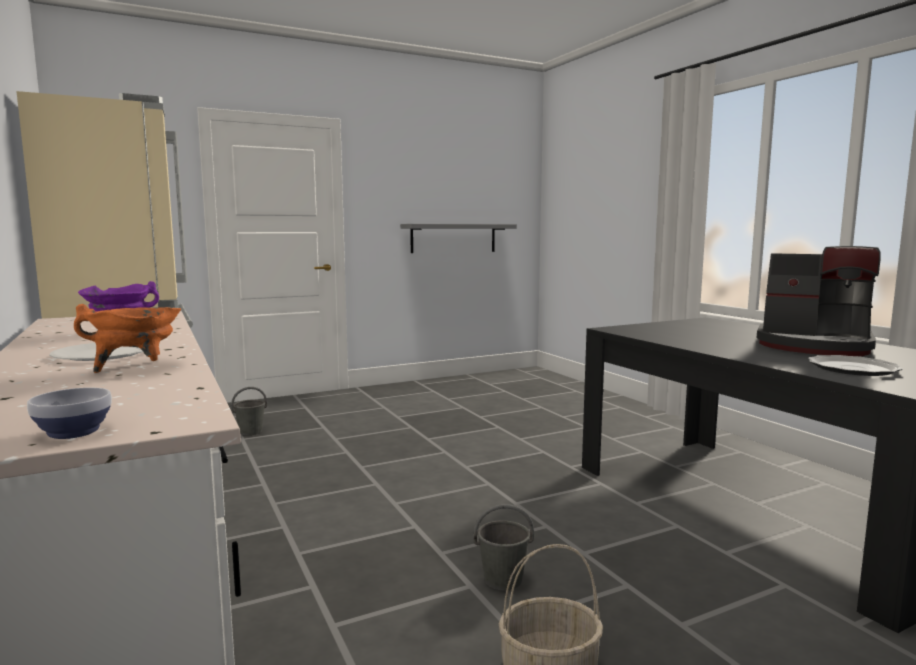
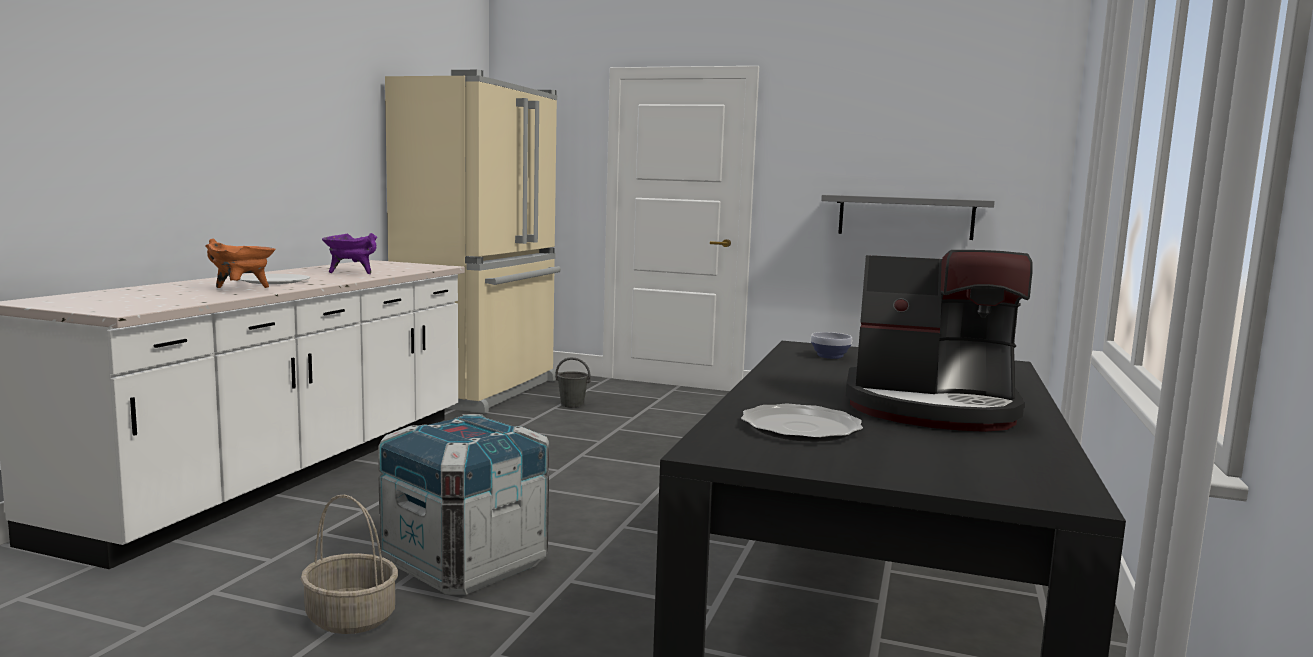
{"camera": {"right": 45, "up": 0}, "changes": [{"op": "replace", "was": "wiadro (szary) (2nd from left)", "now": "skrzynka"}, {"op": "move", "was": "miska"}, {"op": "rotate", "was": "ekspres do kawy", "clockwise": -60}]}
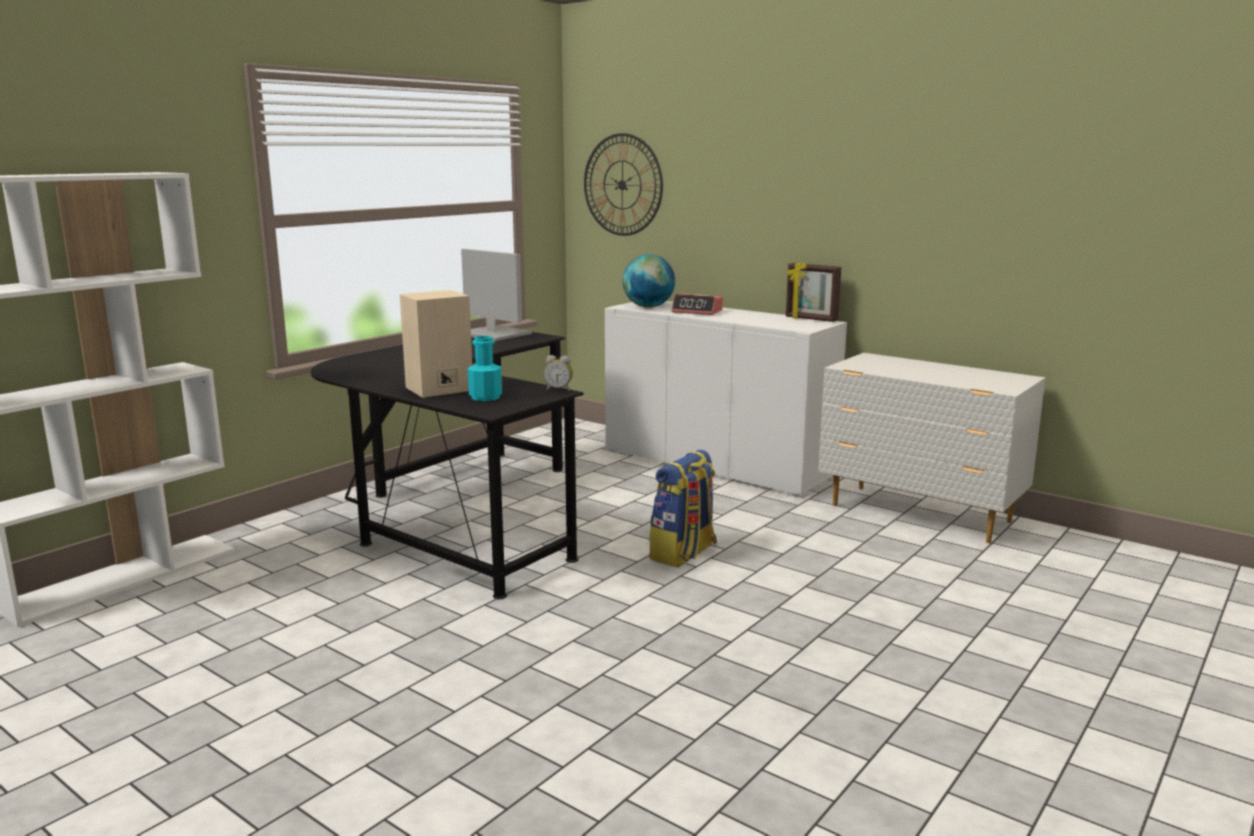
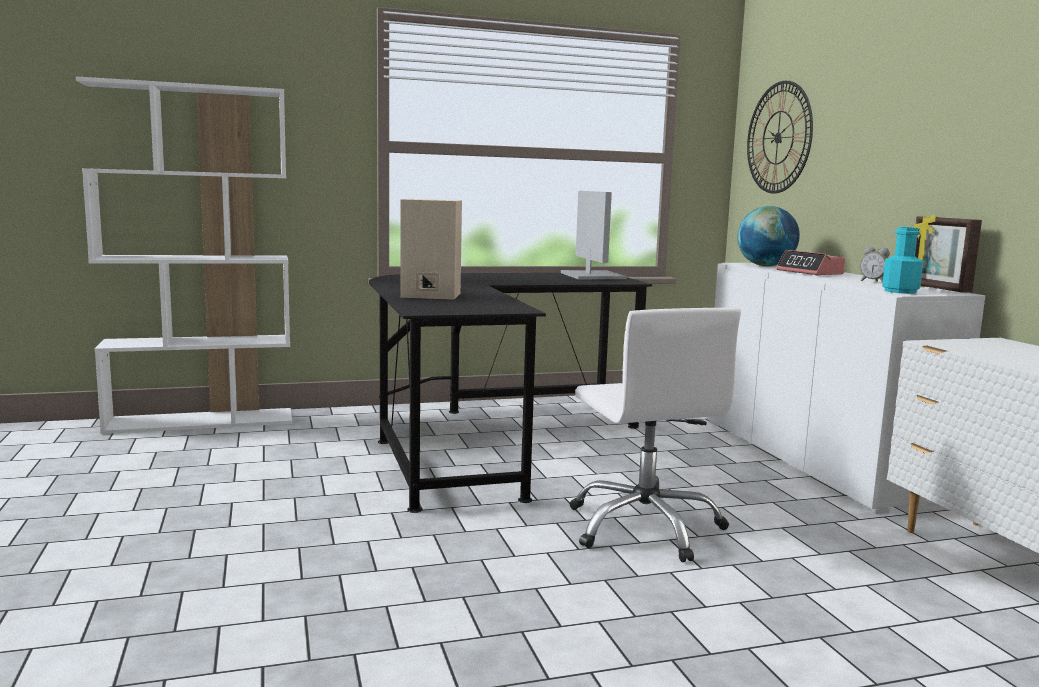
{"camera": {"right": 35, "up": -5}, "changes": [{"op": "replace", "was": "plecak", "now": "krzesło biurowe (biały)"}, {"op": "move", "was": "budzik (1st from left in the first image)", "now": "budzik (2nd from left)"}, {"op": "move", "was": "butelka (turkusowy)"}]}
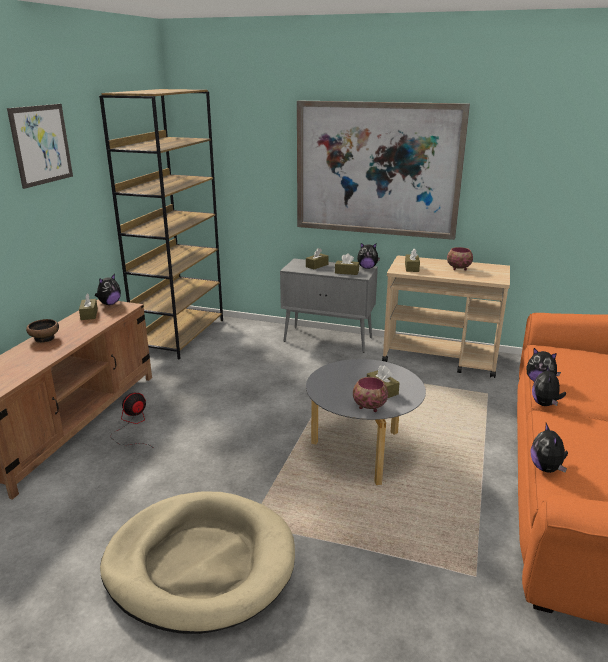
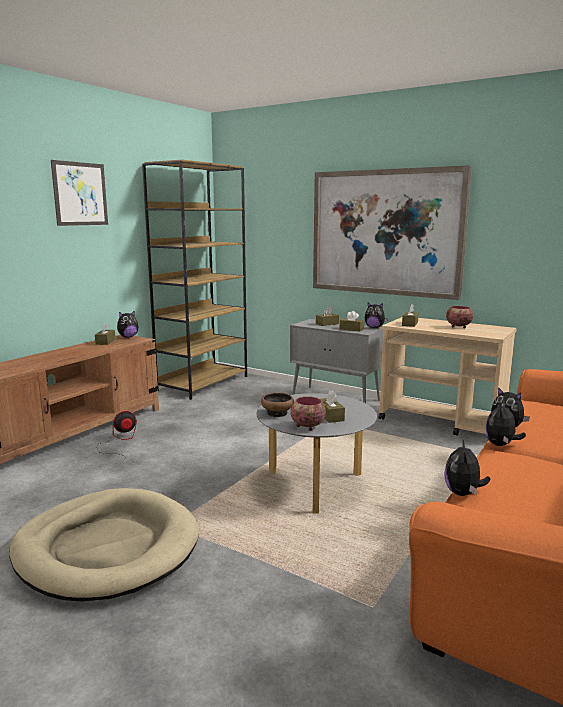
{"camera": {"right": 15, "up": -10}, "changes": [{"op": "move", "was": "miska (1st from left)"}]}
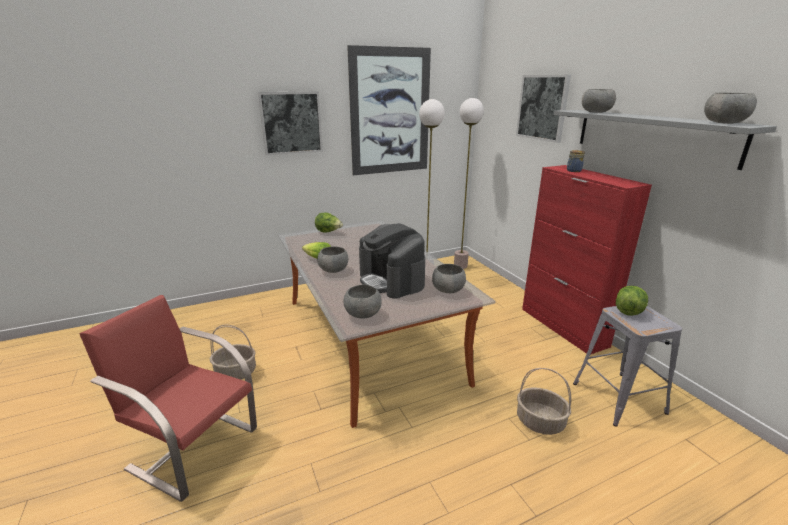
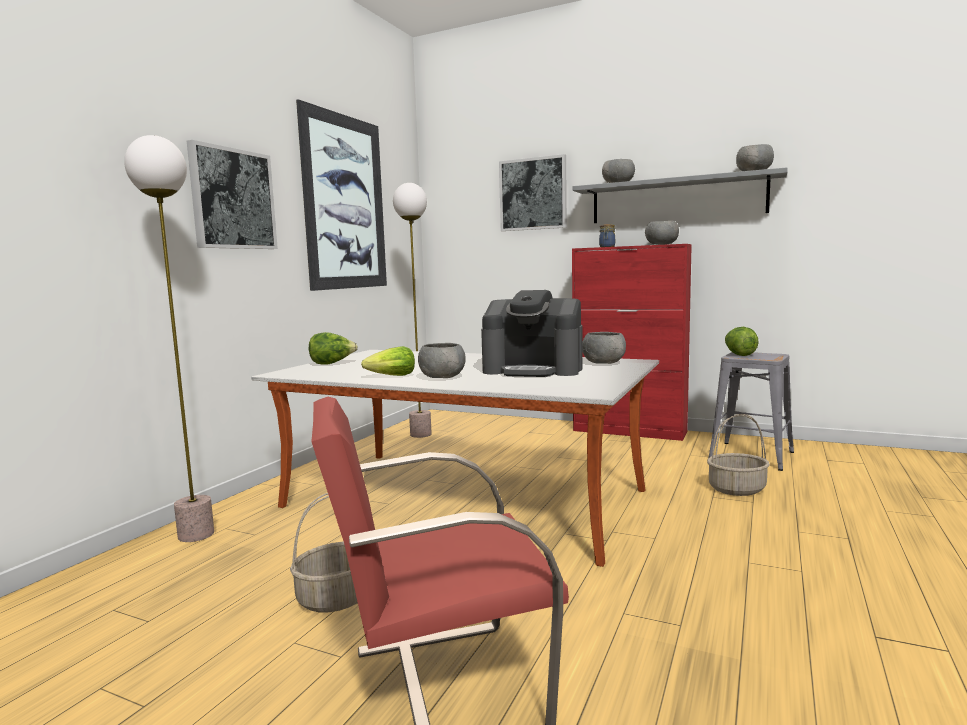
{"camera": {"right": -40, "up": -15}, "changes": [{"op": "move", "was": "lampa stojąca (2nd from left in the first image)", "now": "lampa stojąca (1st from left)"}, {"op": "move", "was": "miska (szary) (2nd from left in the first image)", "now": "miska (szary) (4th from left)"}]}
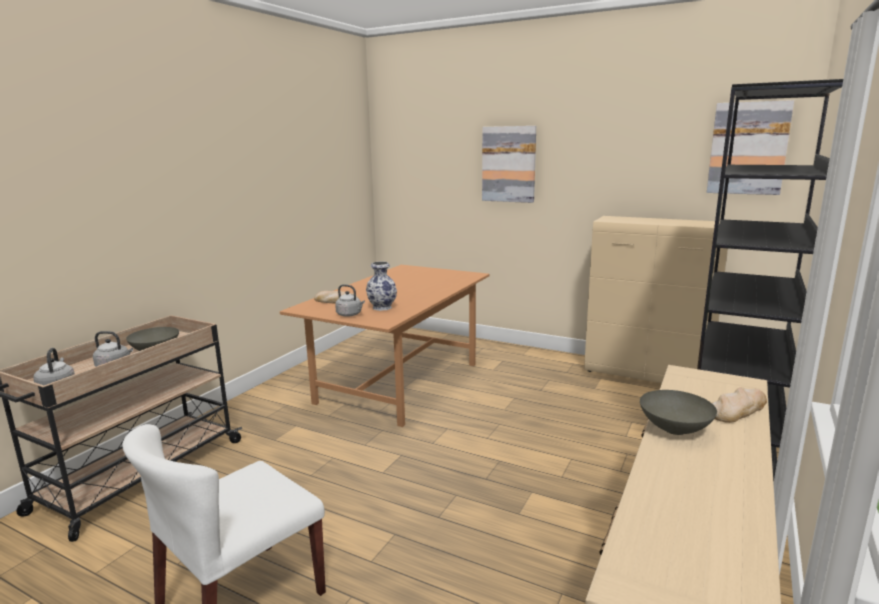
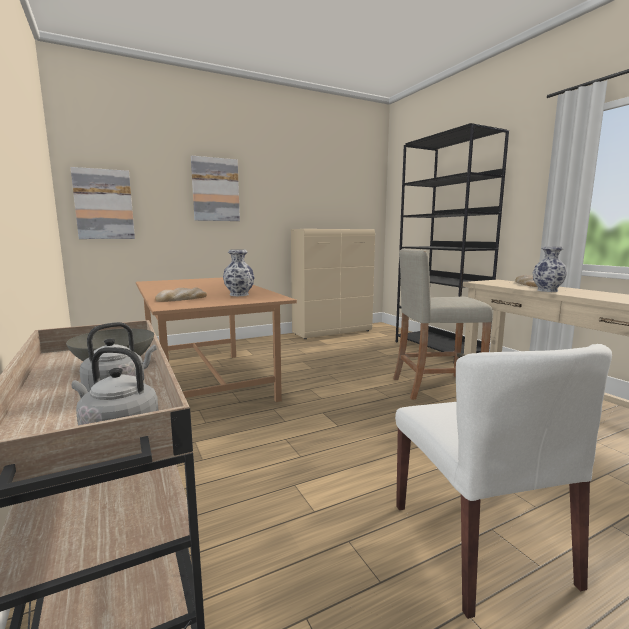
{"camera": {"right": -55, "up": -5}, "changes": [{"op": "move", "was": "obraz (2nd from left in the first image)", "now": "obraz (1st from left)"}, {"op": "insert", "now": "stołek (beżowy)"}, {"op": "replace", "was": "miska (szary) (2nd from left)", "now": "wazon (2nd from left)"}, {"op": "delete", "was": "czajnik (szary) (3rd from left)"}]}
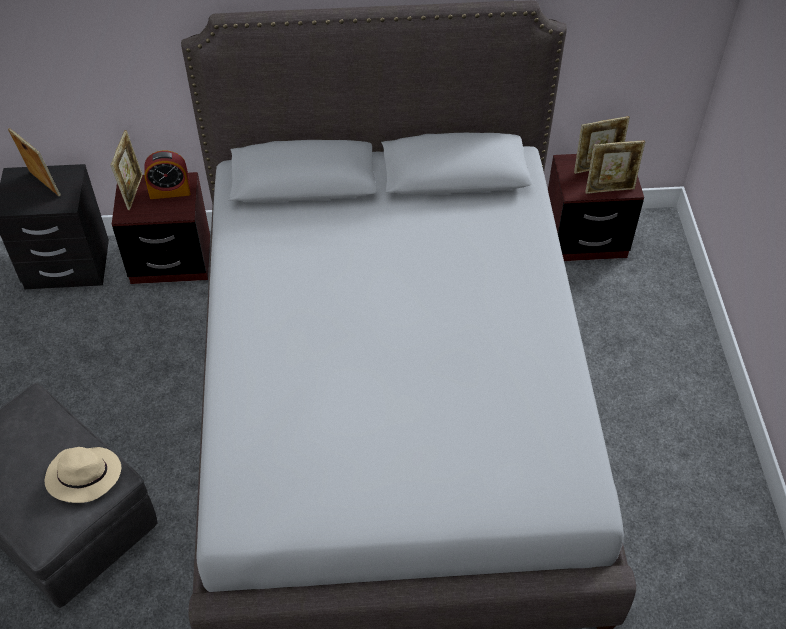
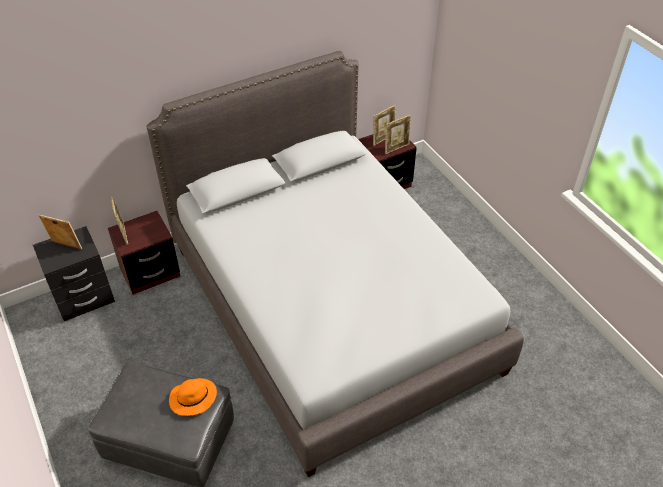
{"camera": {"right": -25, "up": -5}, "changes": [{"op": "recolor", "was": "kapelusz (beżowy)", "now": "kapelusz (pomarańczowy)"}, {"op": "delete", "was": "budzik"}]}
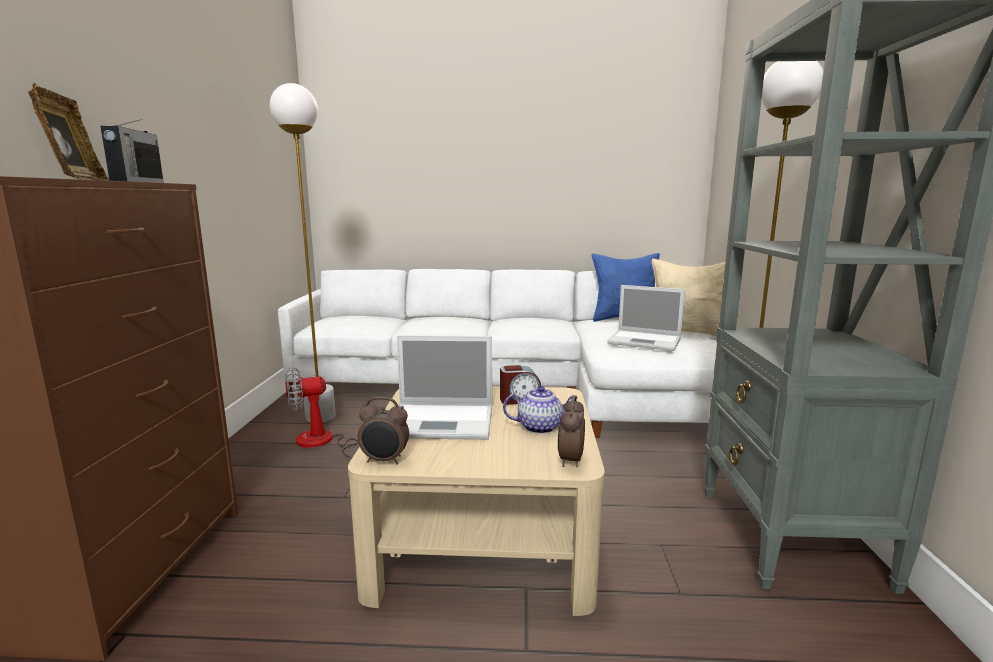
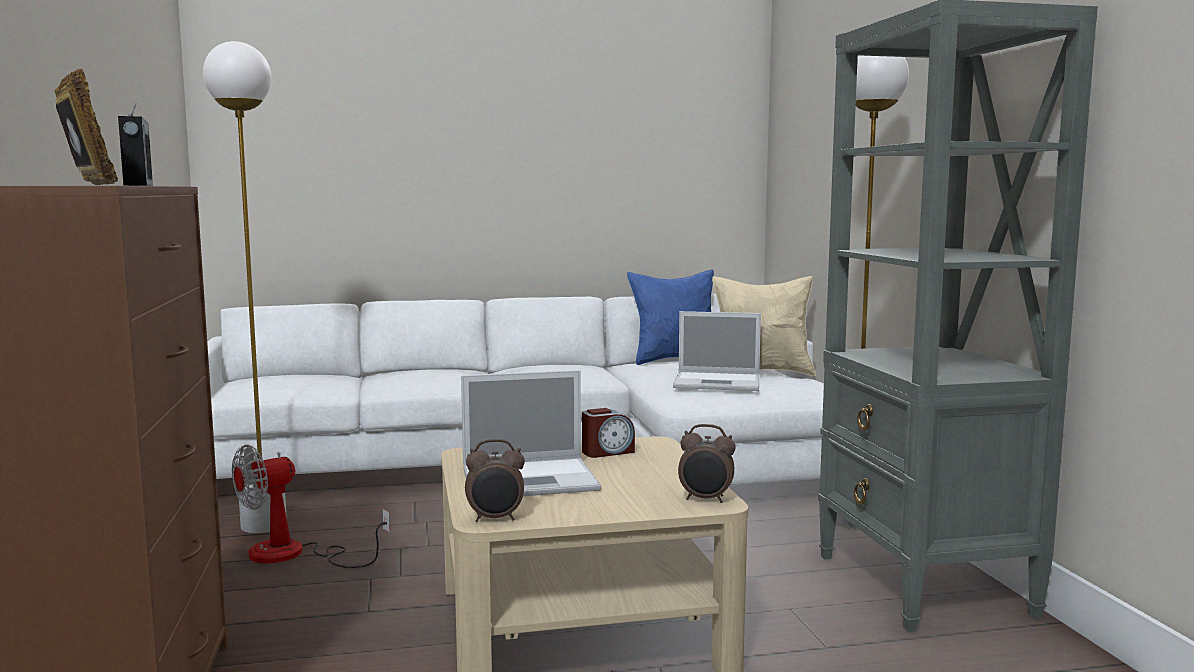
{"camera": {"right": -15, "up": -5}, "changes": [{"op": "rotate", "was": "budzik (3rd from left)", "clockwise": -75}, {"op": "delete", "was": "imbryk"}]}
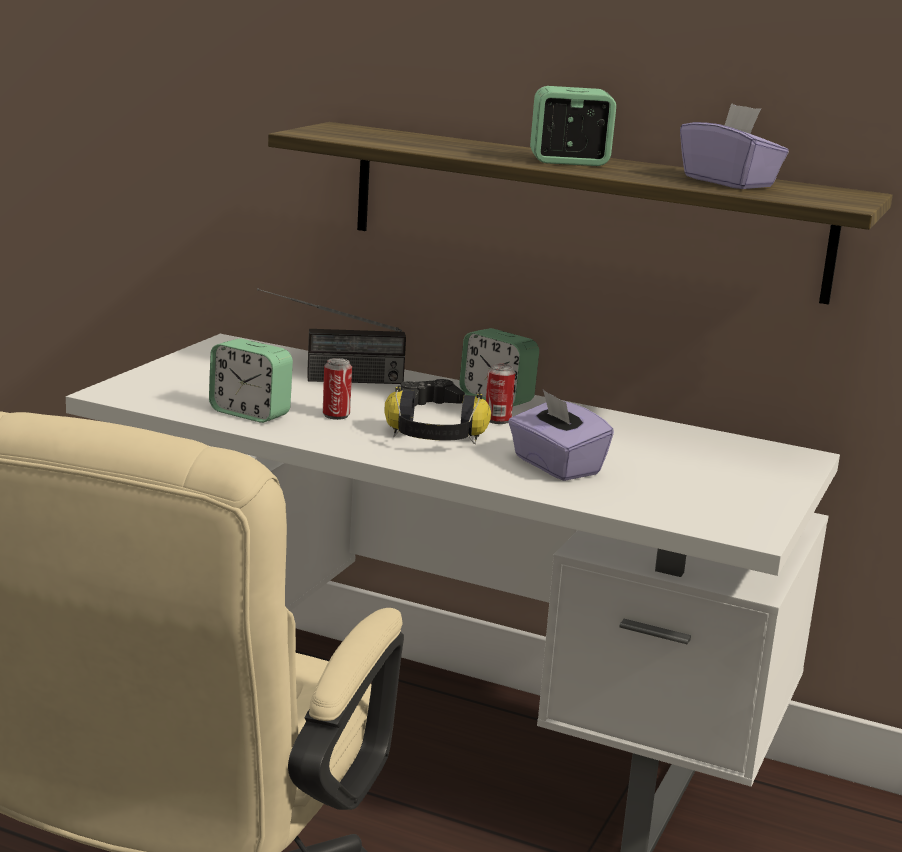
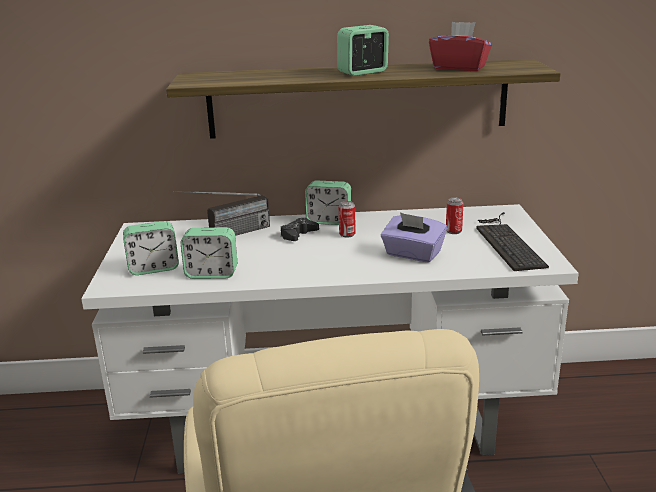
{"camera": {"right": -25, "up": 5}, "changes": [{"op": "insert", "now": "budzik (1st from left)"}, {"op": "recolor", "was": "pudełko chusteczek (fioletowy) (2nd from left)", "now": "pudełko chusteczek (czerwony)"}, {"op": "move", "was": "puszka (1st from left in the first image)", "now": "puszka (2nd from left)"}, {"op": "insert", "now": "klawiatura"}, {"op": "delete", "was": "słuchawki"}]}
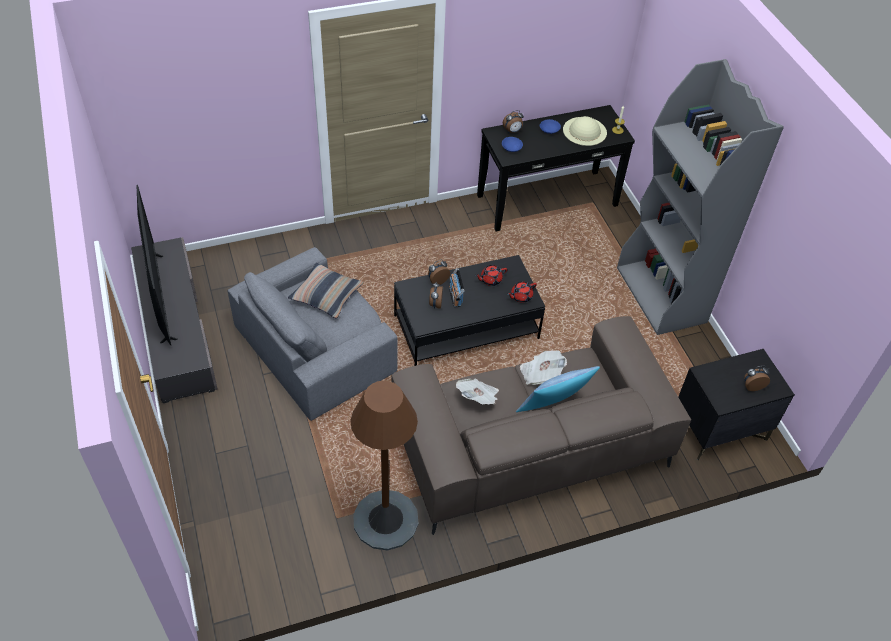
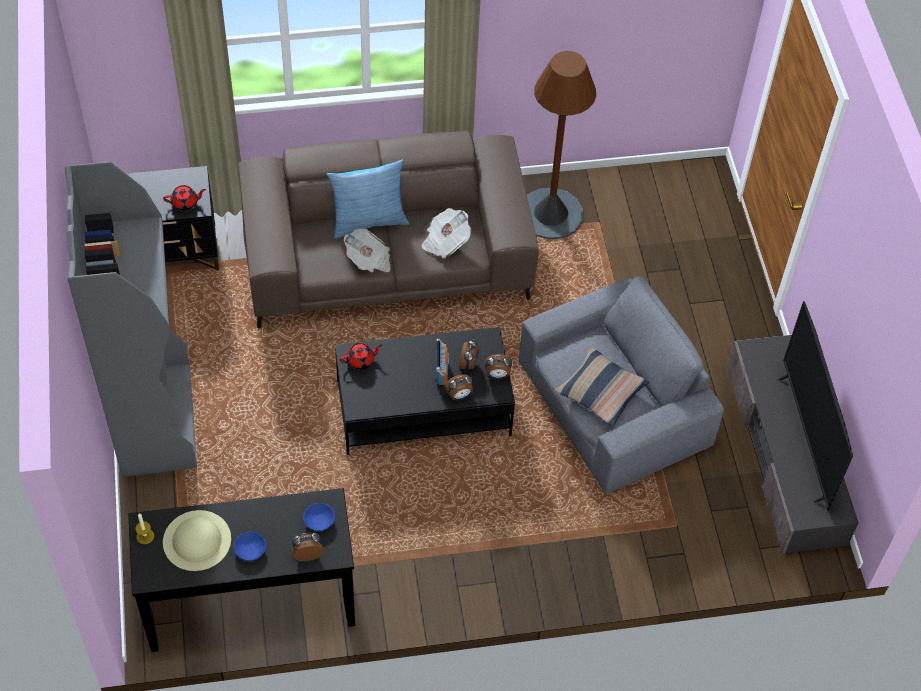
{"camera": {"right": -170, "up": 5}, "changes": [{"op": "move", "was": "imbryk (czerwony) (1st from left)"}, {"op": "move", "was": "budzik (4th from left)"}]}
